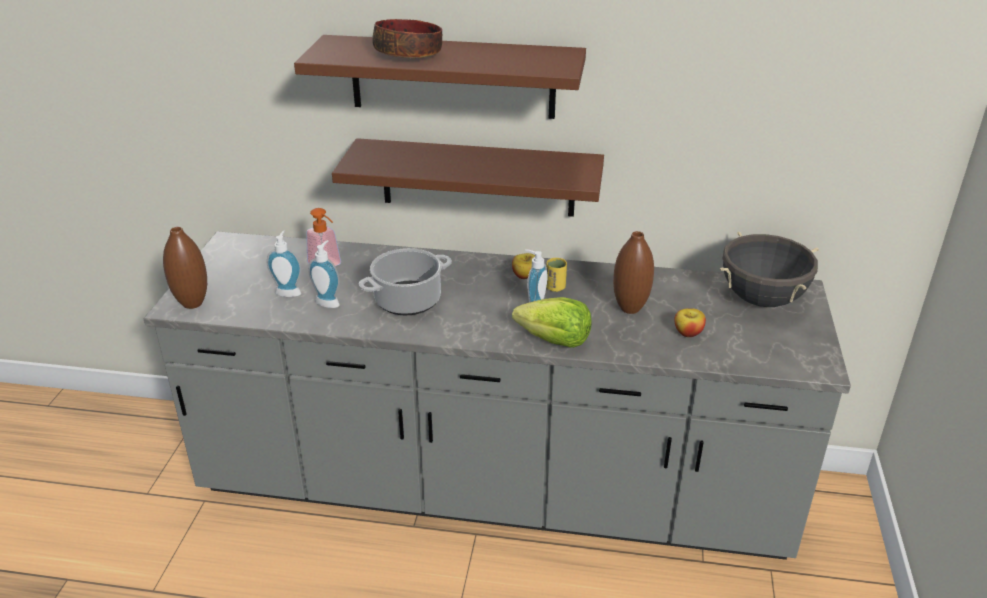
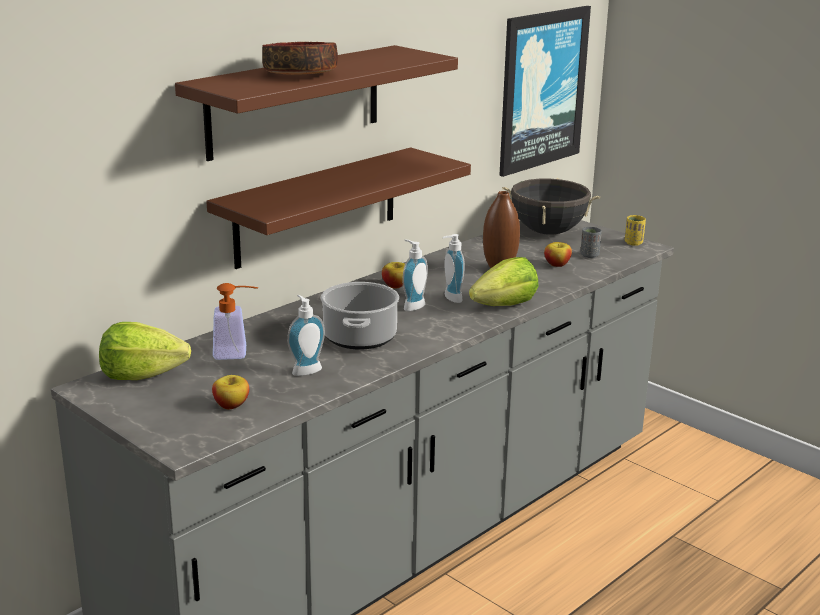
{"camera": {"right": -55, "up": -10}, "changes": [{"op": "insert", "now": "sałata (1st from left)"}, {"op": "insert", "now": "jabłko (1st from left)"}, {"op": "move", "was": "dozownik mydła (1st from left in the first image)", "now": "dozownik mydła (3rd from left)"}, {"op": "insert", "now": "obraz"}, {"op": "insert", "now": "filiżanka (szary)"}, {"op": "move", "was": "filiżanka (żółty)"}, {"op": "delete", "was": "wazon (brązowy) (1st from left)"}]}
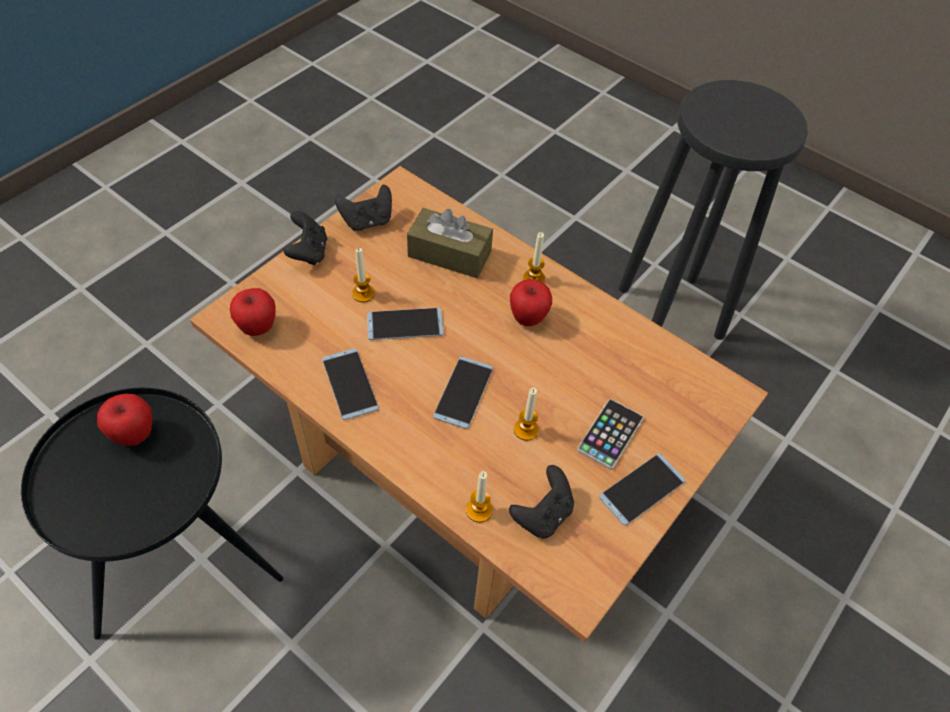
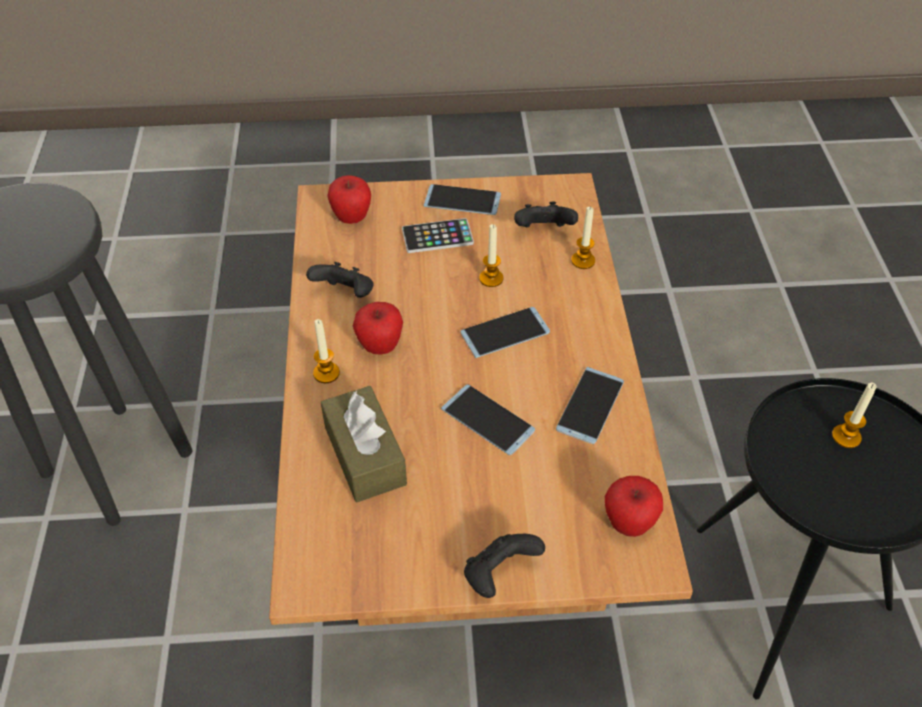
{"camera": {"right": -130, "up": -5}, "changes": [{"op": "move", "was": "pad do gier (czarny) (2nd from left in the first image)", "now": "pad do gier (czarny) (1st from left)"}, {"op": "move", "was": "jabłko (1st from left)"}, {"op": "move", "was": "świeca (1st from left in the first image)", "now": "świeca (4th from left)"}]}
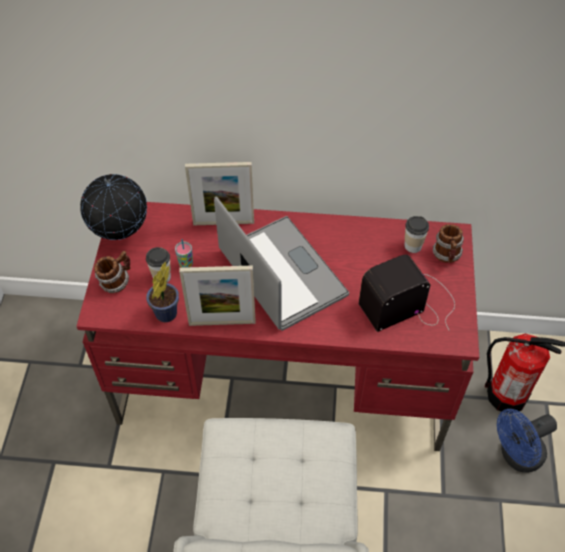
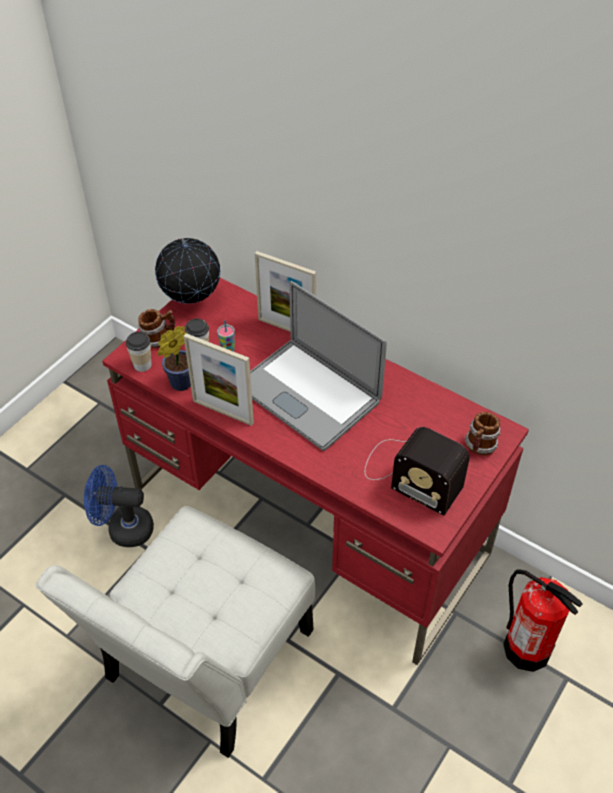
{"camera": {"right": 30, "up": -5}, "changes": [{"op": "move", "was": "wentylator (niebieski)"}, {"op": "move", "was": "filiżanka (3rd from left in the first image)", "now": "filiżanka (1st from left)"}, {"op": "rotate", "was": "laptop", "clockwise": 135}, {"op": "rotate", "was": "radio", "clockwise": -150}]}
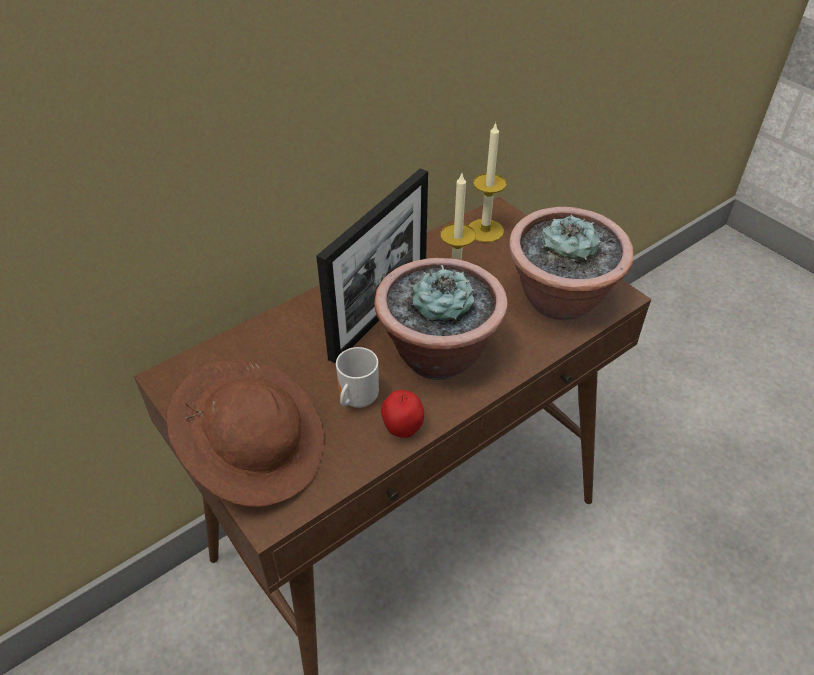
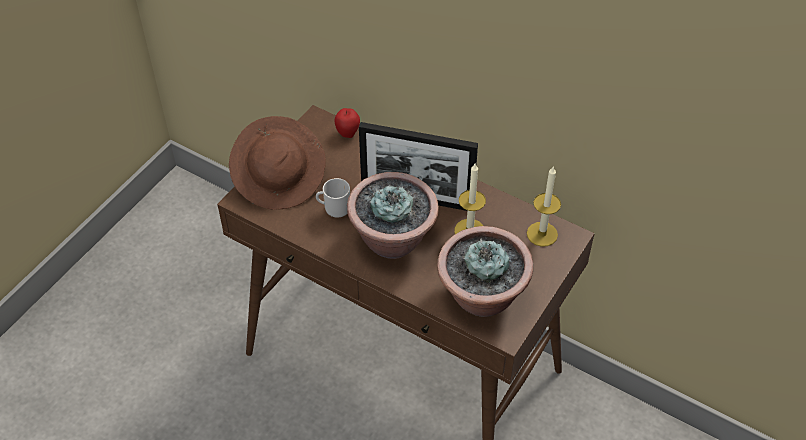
{"camera": {"right": 70, "up": 5}, "changes": [{"op": "move", "was": "jabłko"}]}
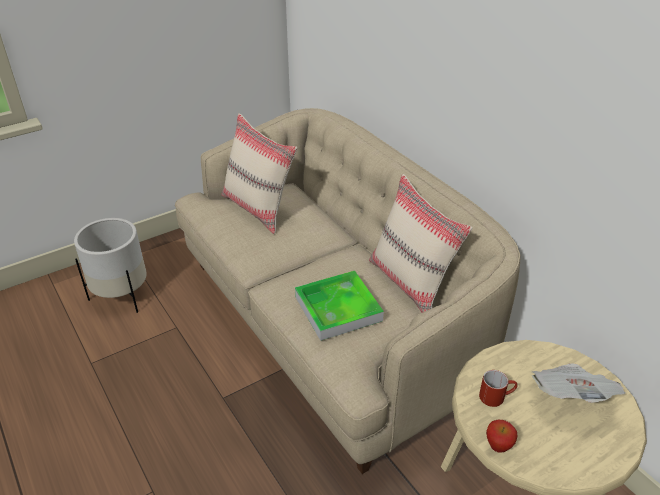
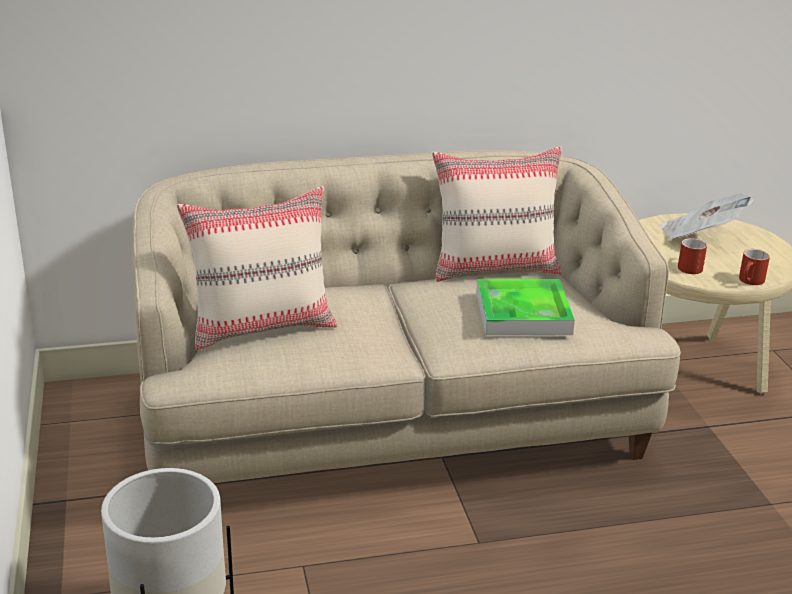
{"camera": {"right": -70, "up": -10}, "changes": [{"op": "replace", "was": "jabłko", "now": "kubek (czerwony) (2nd from left)"}]}
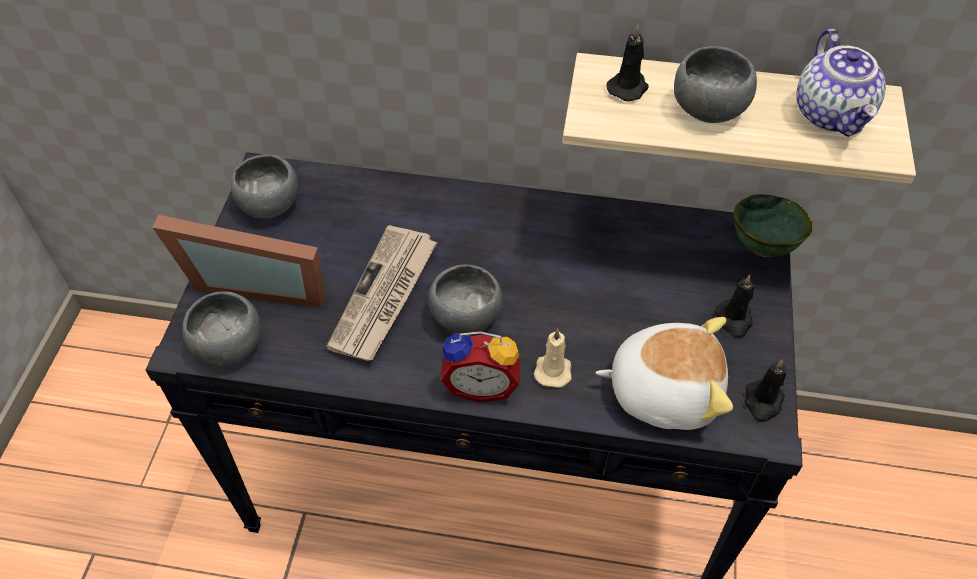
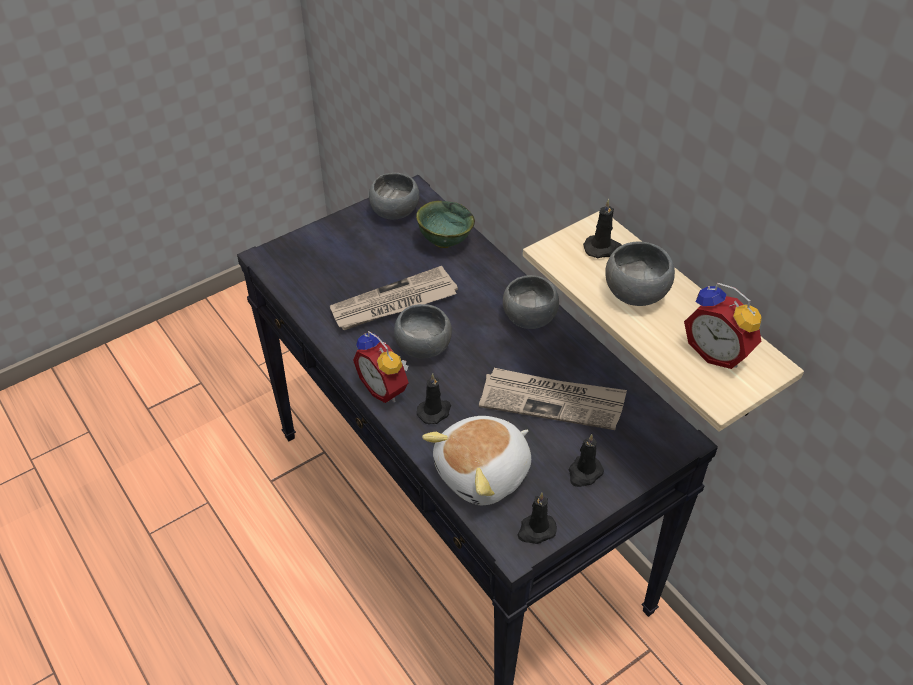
{"camera": {"right": 45, "up": -5}, "changes": [{"op": "move", "was": "miska (zielony)"}, {"op": "recolor", "was": "świeca (beżowy)", "now": "świeca (czarny) (1st from left)"}, {"op": "rotate", "was": "pluszak", "clockwise": 90}, {"op": "insert", "now": "gazeta (2nd from left)"}, {"op": "move", "was": "miska (szary) (1st from left in the first image)", "now": "miska (szary) (3rd from left)"}, {"op": "replace", "was": "imbryk", "now": "budzik (2nd from left)"}, {"op": "delete", "was": "ramka na zdjęcie"}]}
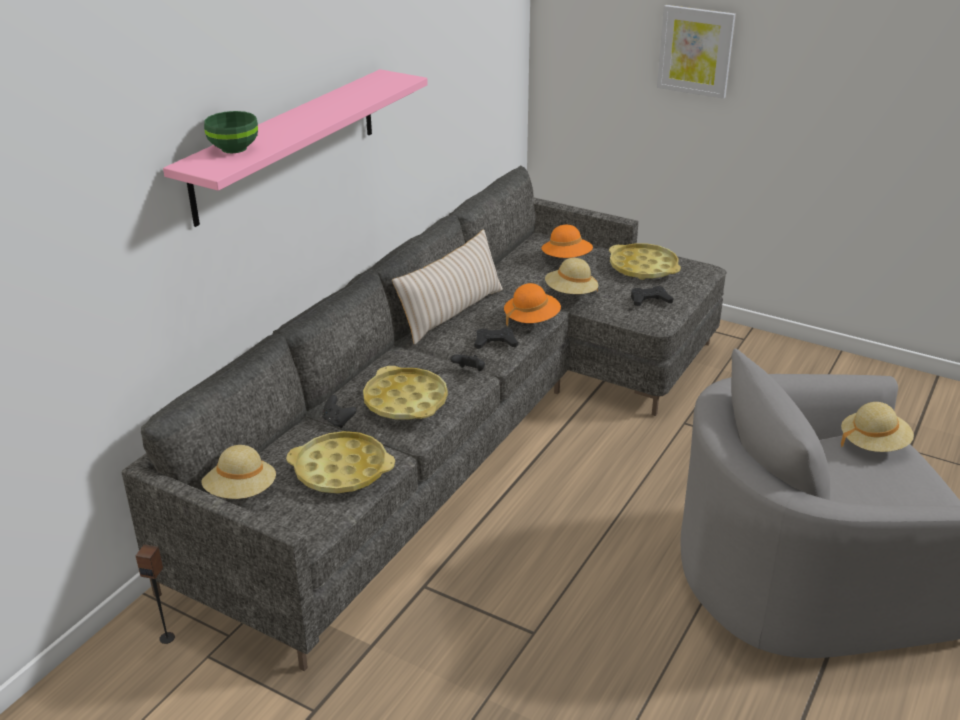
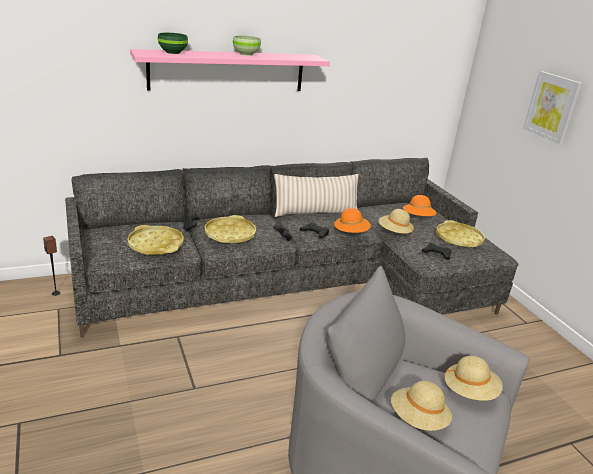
{"camera": {"right": 35, "up": -5}, "changes": [{"op": "insert", "now": "miska (zielony) (2nd from left)"}, {"op": "move", "was": "kapelusz (beżowy) (1st from left in the first image)", "now": "kapelusz (beżowy) (2nd from left)"}]}
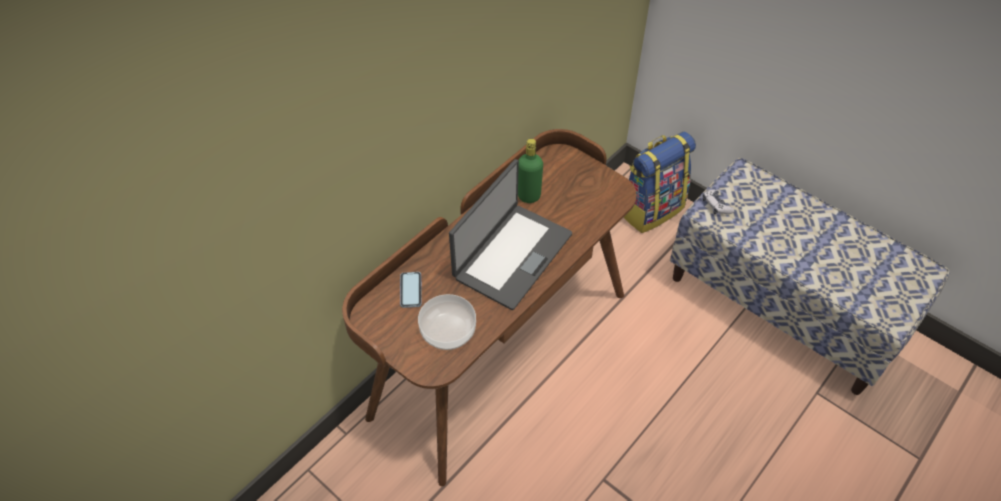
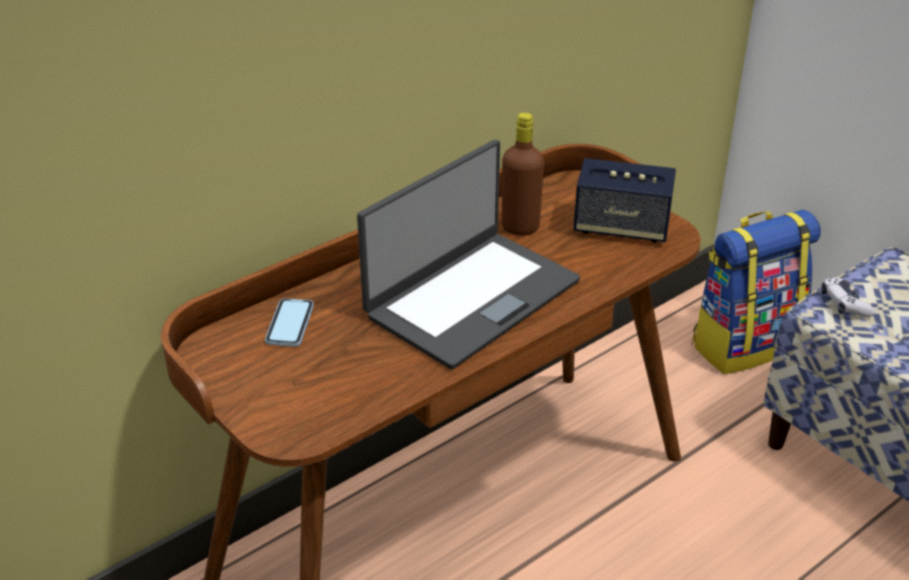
{"camera": {"right": 10, "up": -15}, "changes": [{"op": "recolor", "was": "butelka (zielony)", "now": "butelka (brązowy)"}, {"op": "insert", "now": "głośnik"}, {"op": "delete", "was": "miska"}]}
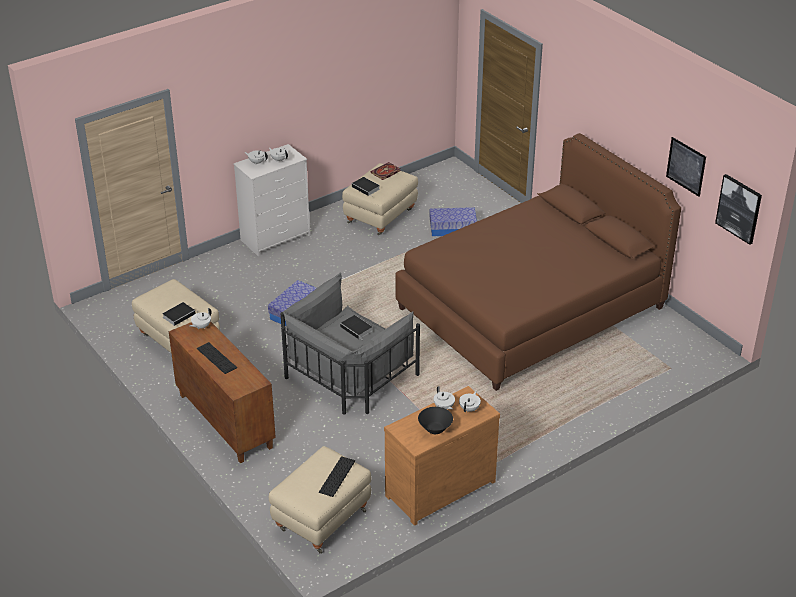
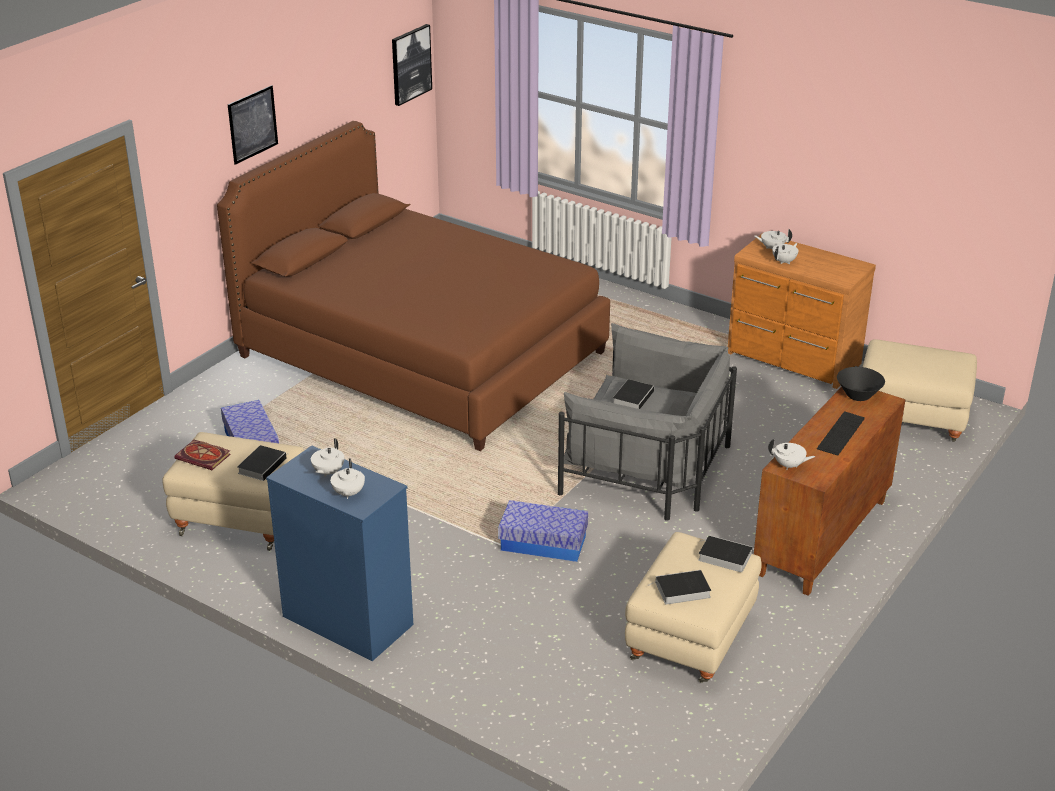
{"camera": {"right": -110, "up": -5}, "changes": [{"op": "move", "was": "obraz (1st from left)"}, {"op": "recolor", "was": "komoda (biały)", "now": "komoda (niebieski)"}, {"op": "insert", "now": "książka (4th from left)"}, {"op": "move", "was": "miska (czarny)"}, {"op": "delete", "was": "klawiatura (2nd from left)"}]}
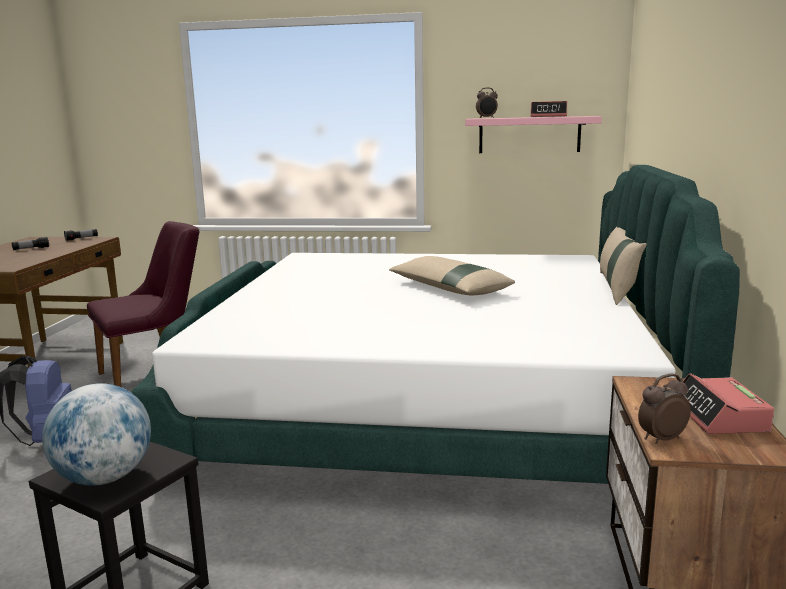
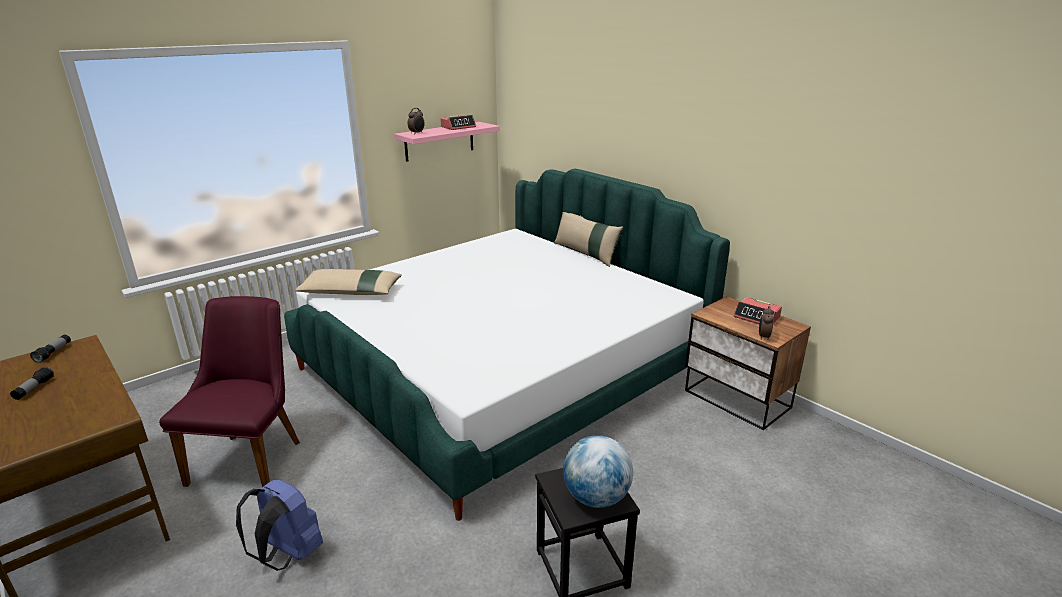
{"camera": {"right": -50, "up": 10}, "changes": [{"op": "move", "was": "poduszka (beżowy) (1st from left)"}]}
